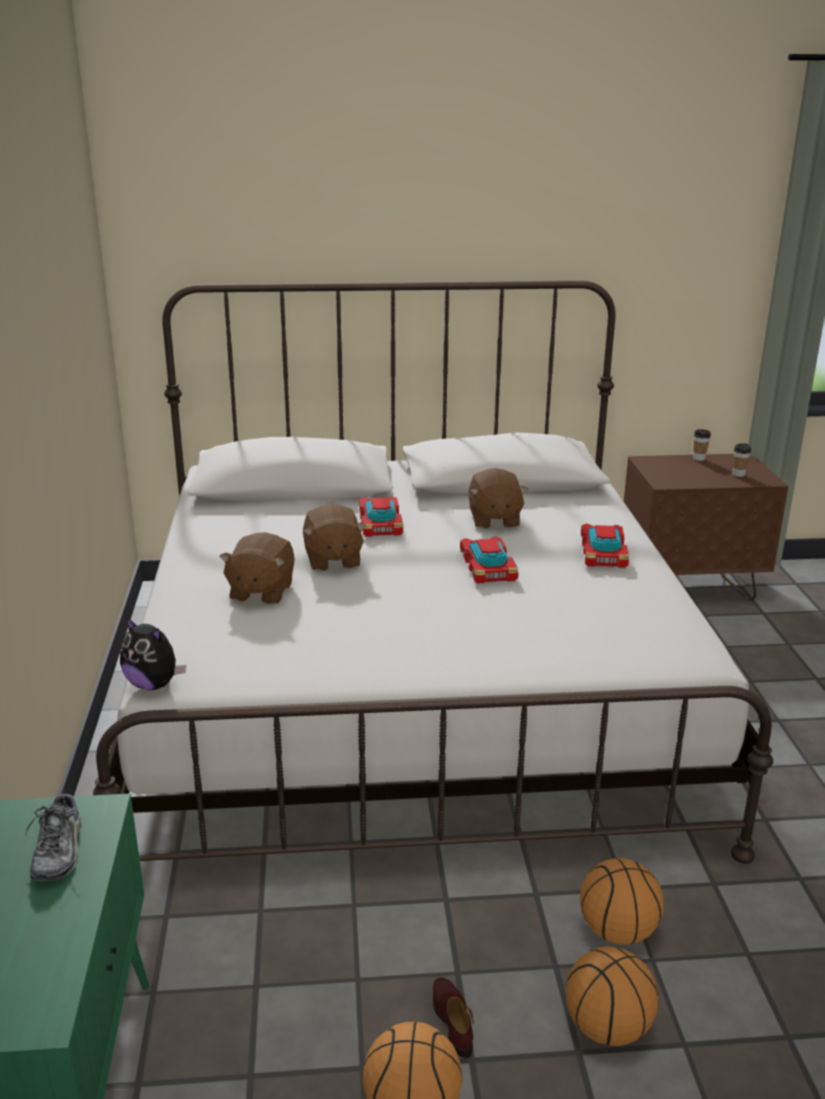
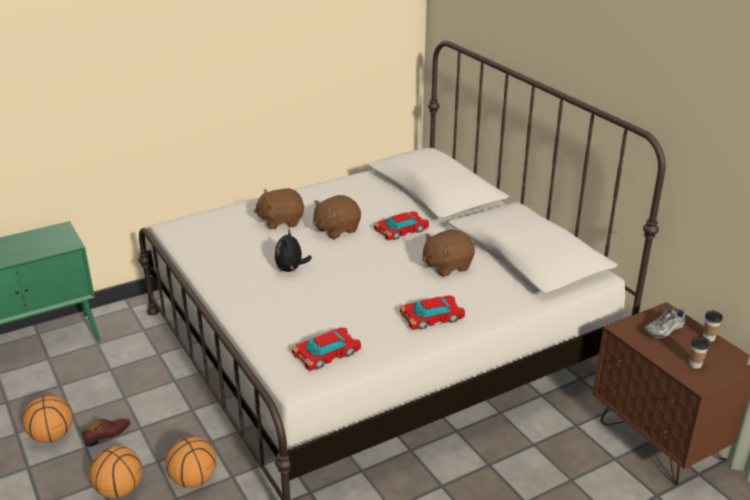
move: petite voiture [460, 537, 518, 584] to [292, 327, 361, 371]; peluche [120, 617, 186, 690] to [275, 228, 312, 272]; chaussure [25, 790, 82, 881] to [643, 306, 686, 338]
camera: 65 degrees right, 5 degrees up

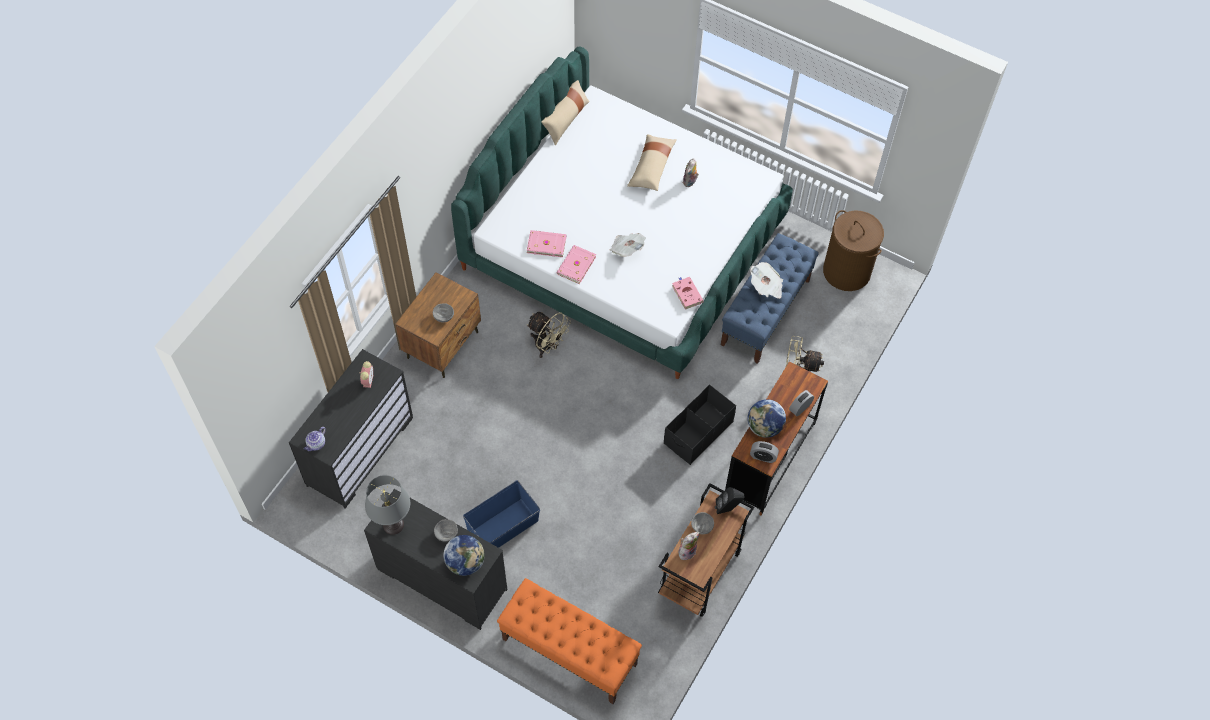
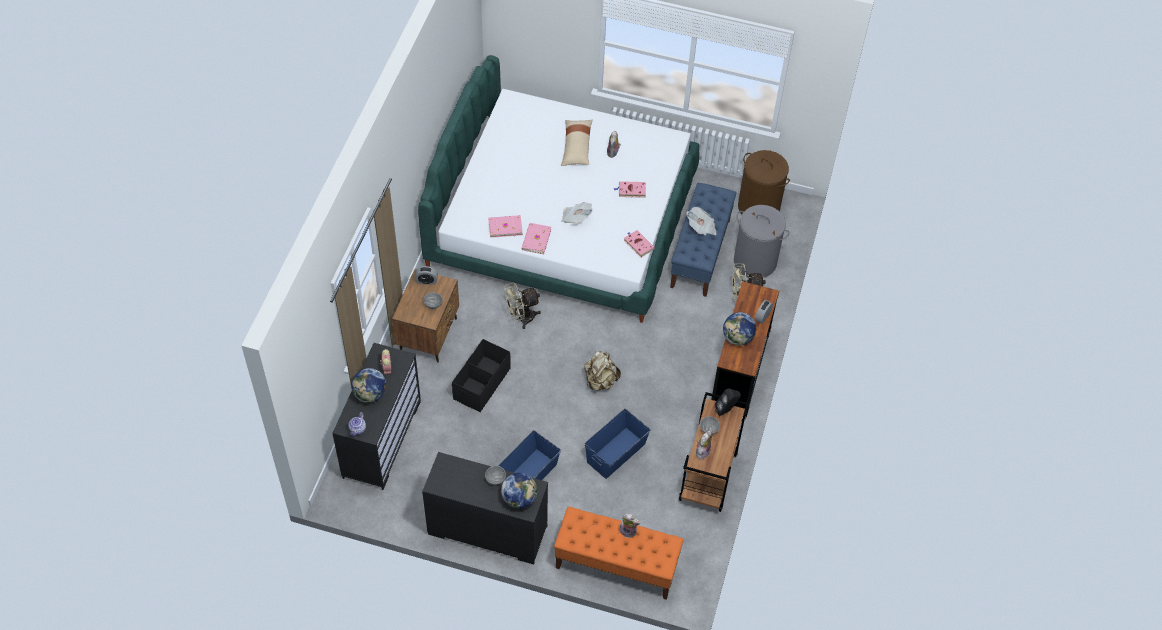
delete: coussin (beige) [541, 80, 590, 146]; lampe de table (gris) [365, 475, 410, 535]
insert: livre (rose) [614, 181, 646, 198]; panier à linge (gris) [734, 205, 789, 278]; sac à dos (beige) [584, 351, 621, 390]; globe [351, 368, 386, 403]; boîte de rangement (bleu) [585, 408, 650, 479]; peluche [619, 513, 640, 538]
move: boîte de rangement (noir) [664, 384, 736, 465] to [452, 339, 511, 412]; réveil [750, 441, 779, 463] to [415, 266, 438, 285]
rotate: ventilateur (beige) [527, 312, 571, 358] = [503, 282, 541, 329] 135 degrees clockwise
camera: 15 degrees left, 5 degrees down

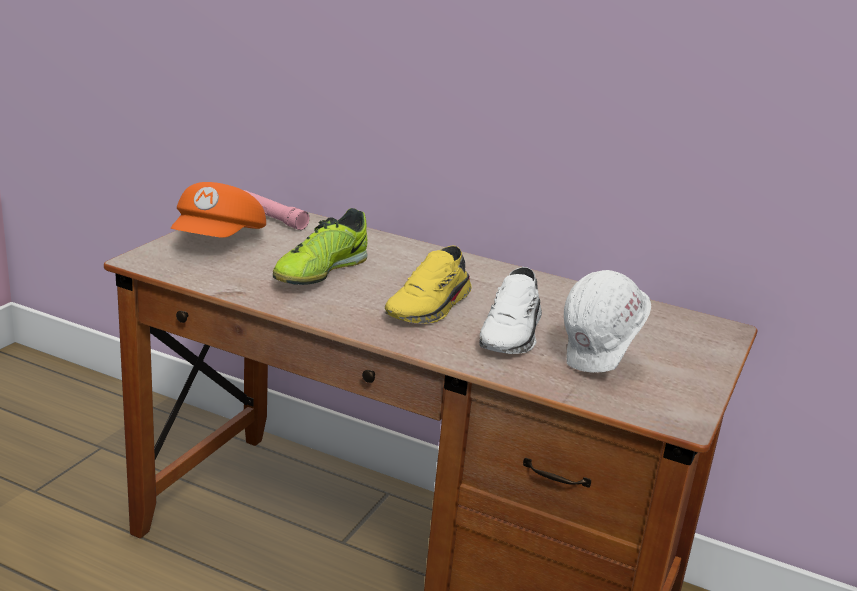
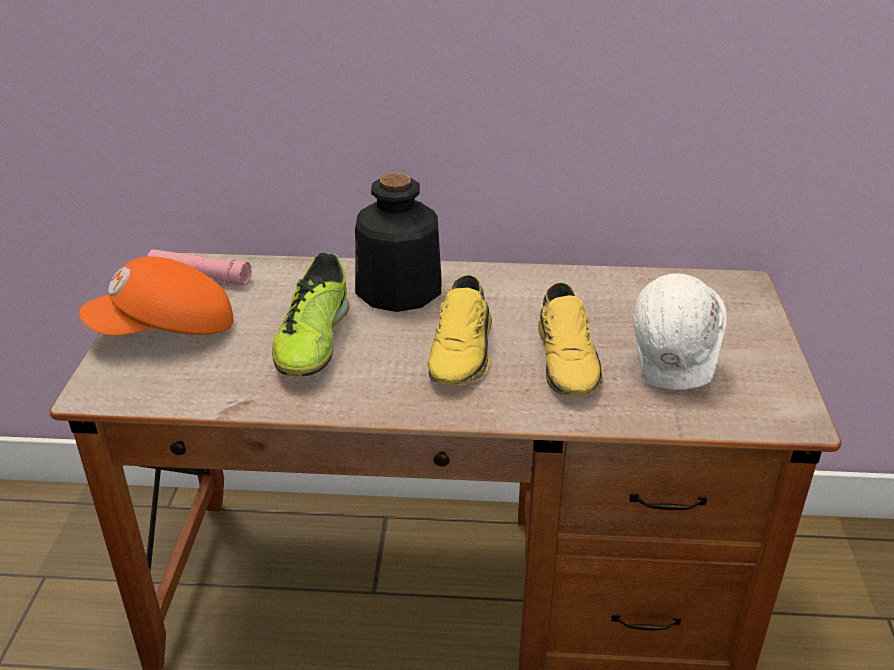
insert: bouteille [355, 173, 442, 312]
recolor: chaussure (blanc) [479, 267, 542, 354] to chaussure (jaune) [538, 282, 603, 395]
rotate: casquette (orange) [171, 182, 266, 238] = [79, 257, 234, 336] 75 degrees clockwise
camera: 20 degrees left, 10 degrees up

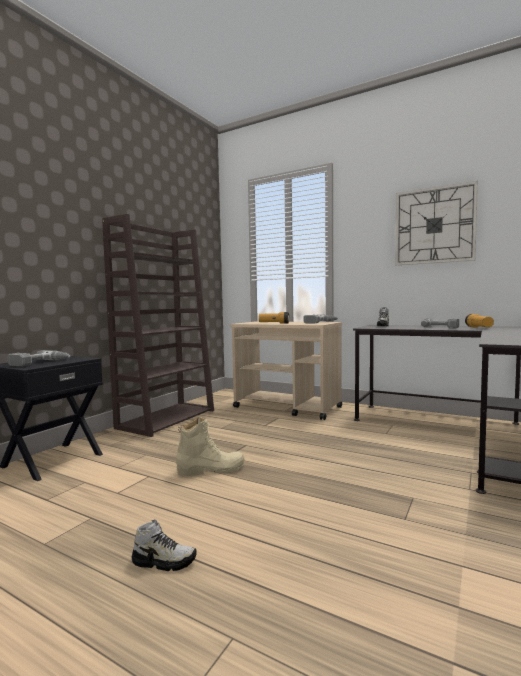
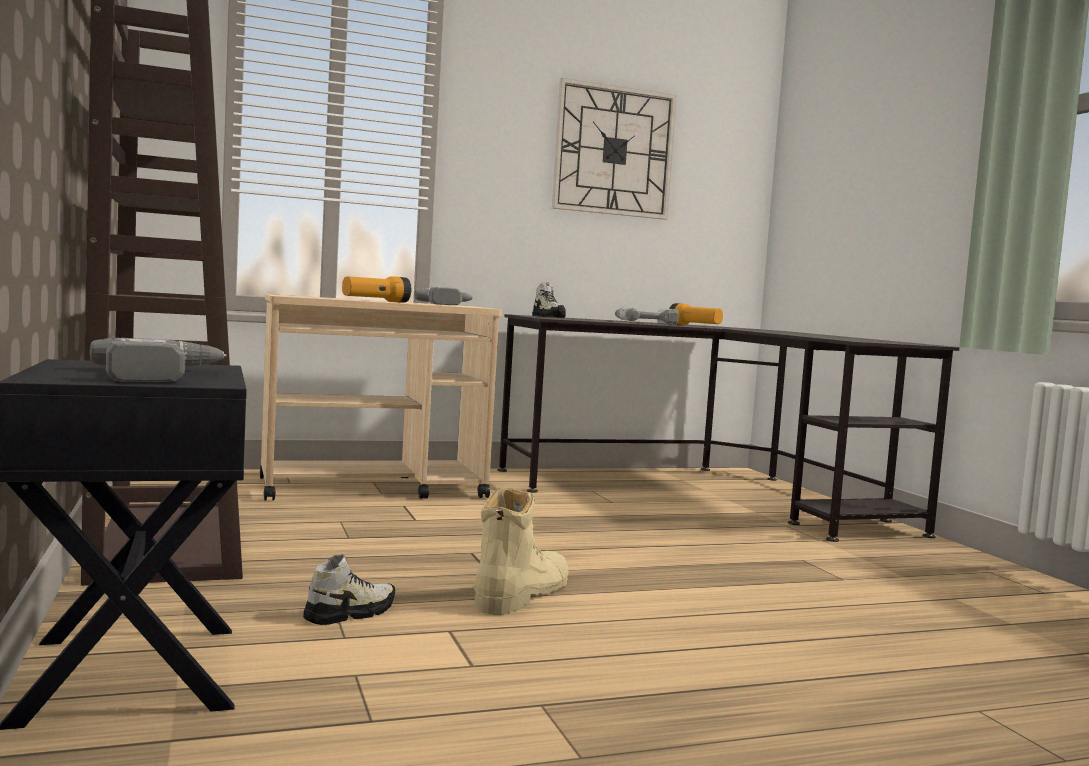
move: chaussure [132, 519, 197, 571] to [303, 554, 395, 625]
camera: 50 degrees left, 0 degrees up

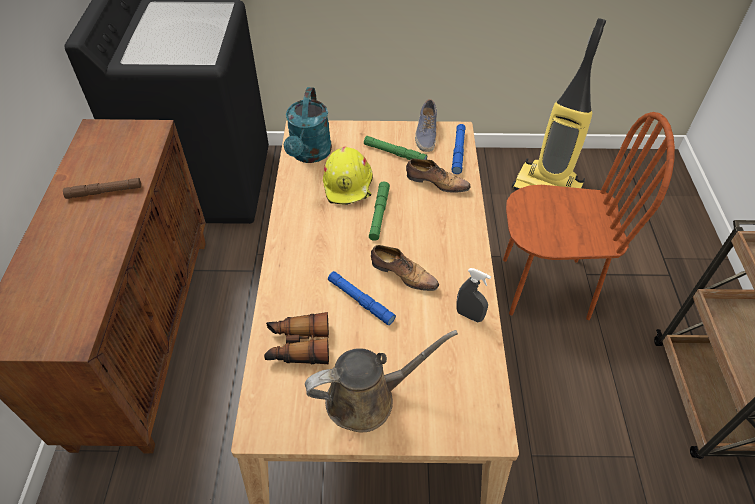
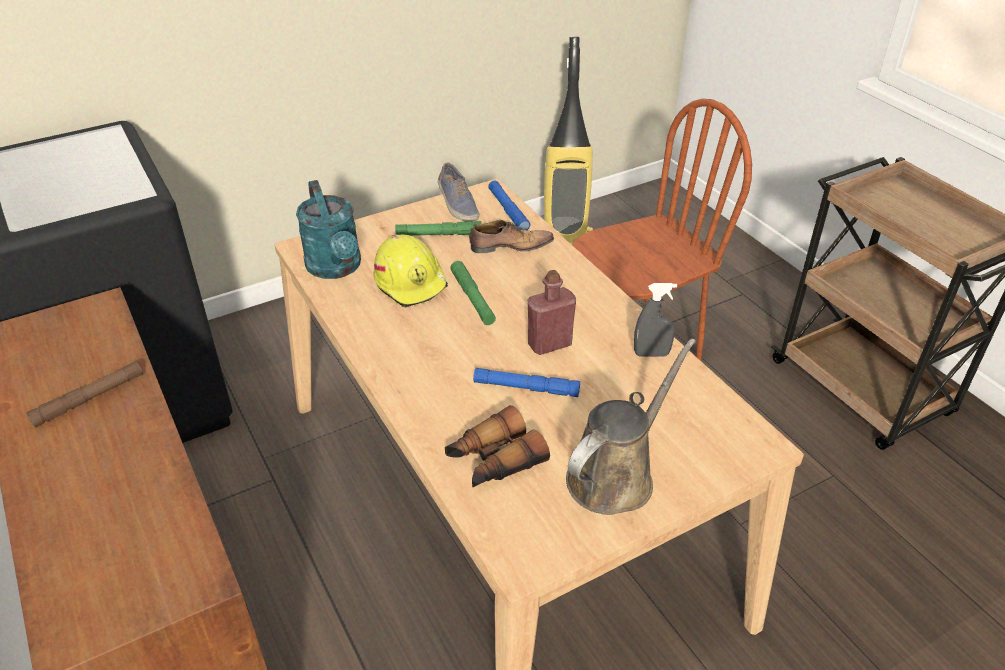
replace: chaussure [371, 245, 439, 291] to bouteille (rouge) [528, 270, 576, 355]
camera: 30 degrees left, 10 degrees down

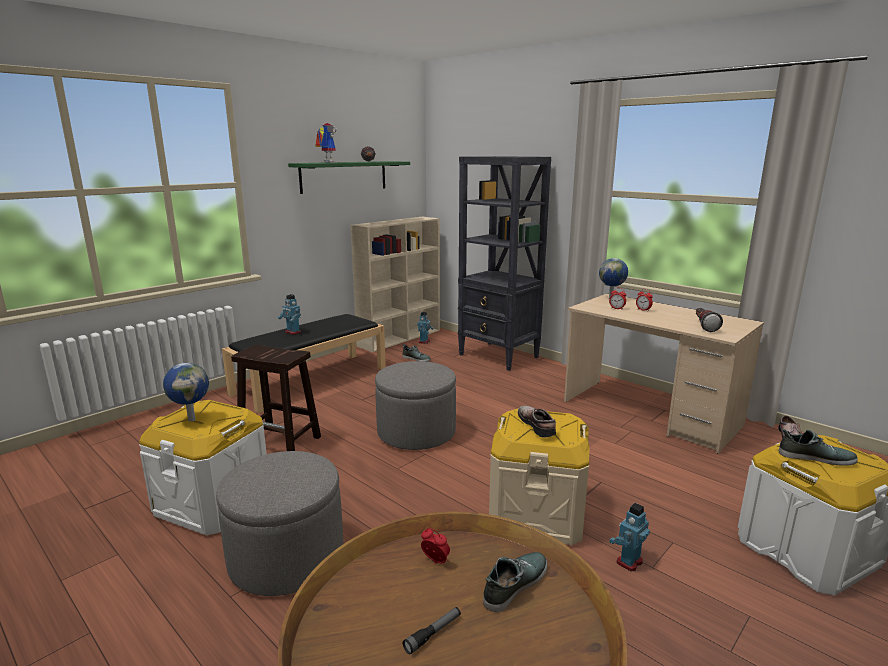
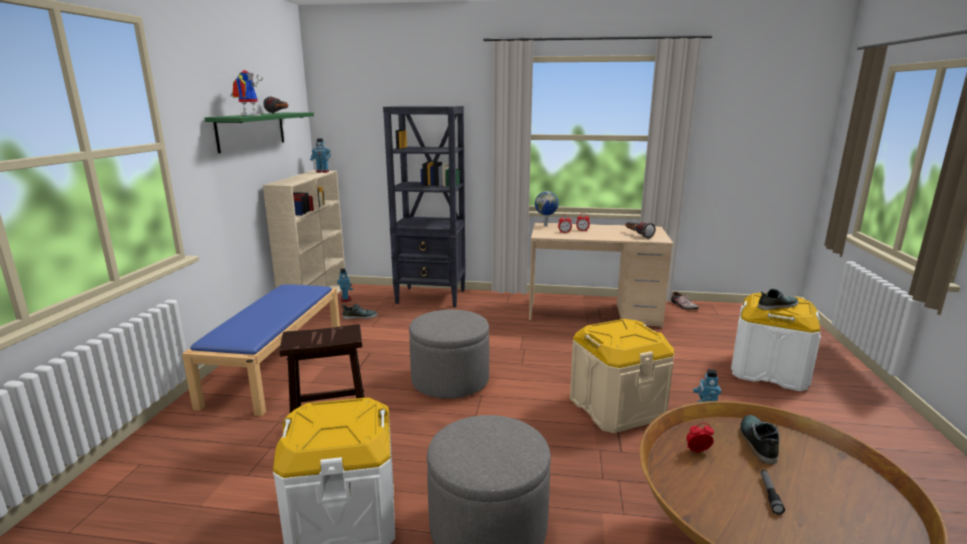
delete: globe [163, 363, 209, 422]; chaussure [518, 405, 556, 438]
move: robot jouet [278, 294, 301, 335] to [310, 138, 331, 173]
recolor: banc (noir) [222, 314, 386, 413] to banc (bleu) [182, 284, 340, 416]
camera: 35 degrees left, 0 degrees up

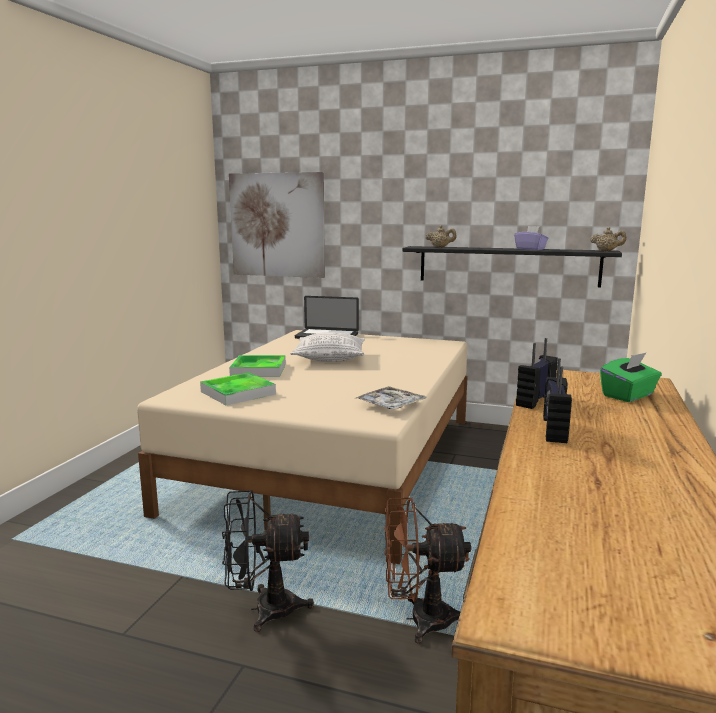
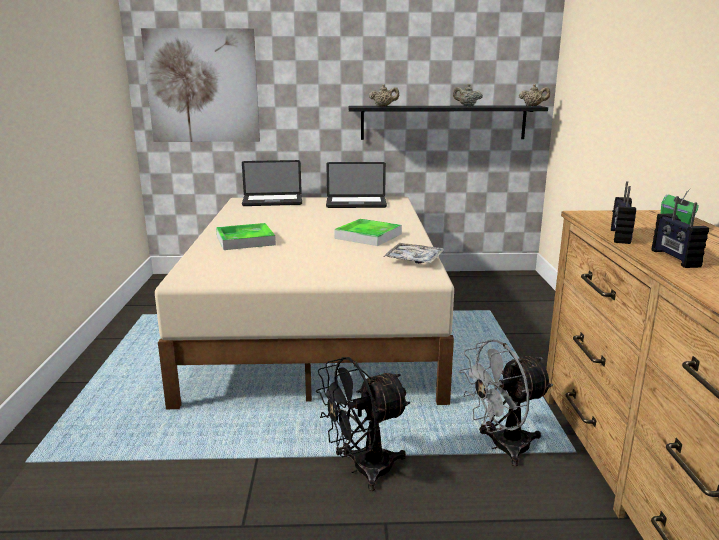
delete: coussin [290, 332, 365, 362]
insert: ordinateur portable [326, 162, 387, 208]
move: plateau [200, 372, 276, 405] to [334, 219, 402, 246]
replace: boîte à mouchoirs (violet) [514, 226, 549, 250] to théière (beige) [453, 84, 483, 106]
recolor: ventilateur (marron) [384, 497, 471, 644] to ventilateur (gris) [459, 340, 554, 467]
camera: 20 degrees left, 5 degrees up

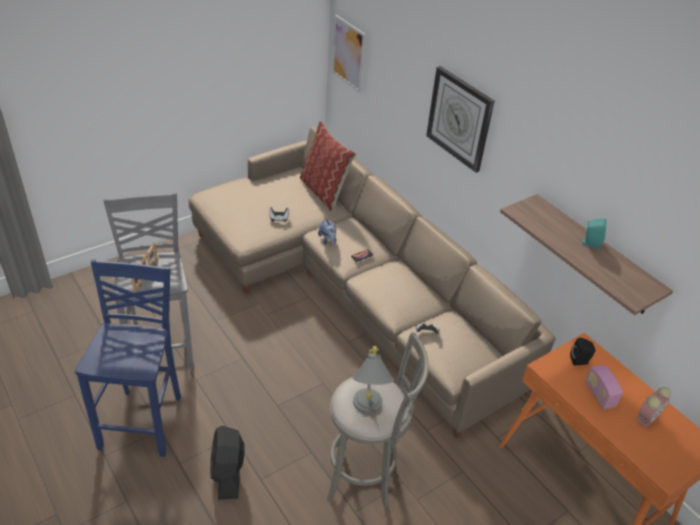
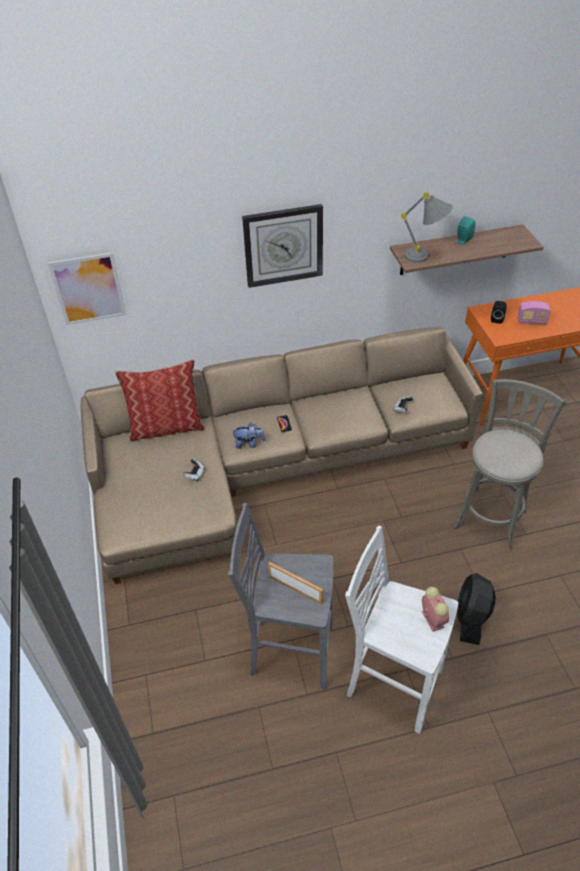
move: lampe de table (gris) [352, 346, 394, 414] to [401, 191, 453, 263]; réveil [636, 387, 671, 428] to [422, 587, 449, 632]
recolor: tabouret (bleu) [75, 260, 181, 457] to tabouret (blanc) [345, 525, 458, 734]
rotate: ventilateur (noir) [210, 426, 245, 500] = [456, 573, 496, 645] 90 degrees clockwise
camera: 65 degrees left, 5 degrees up

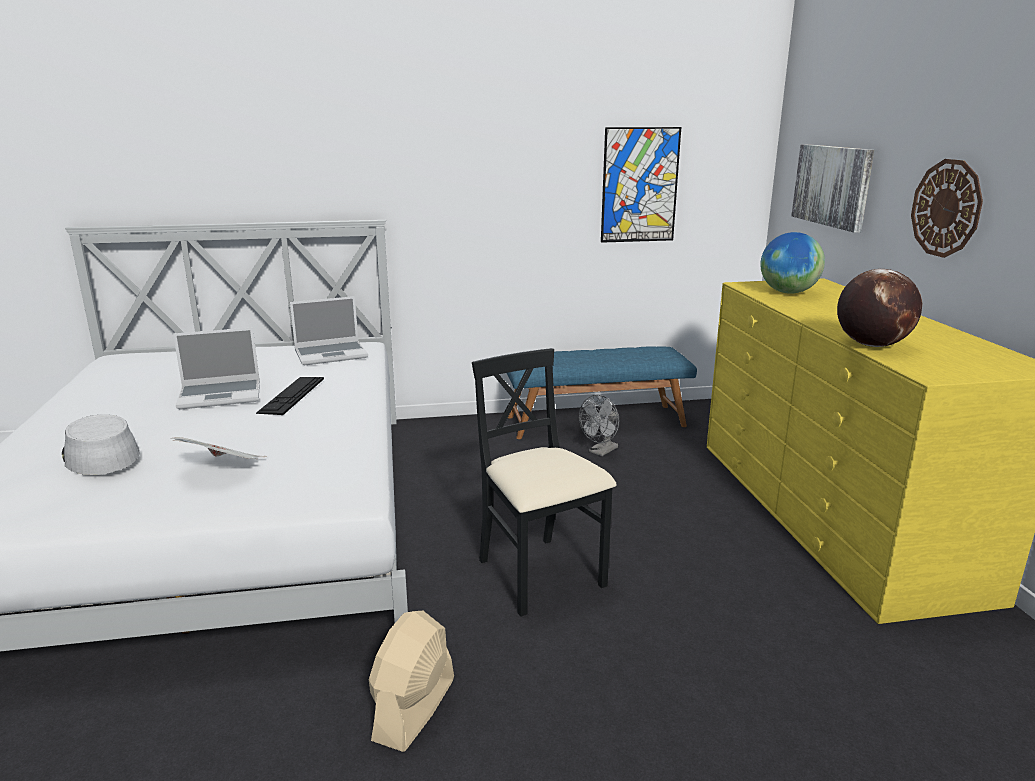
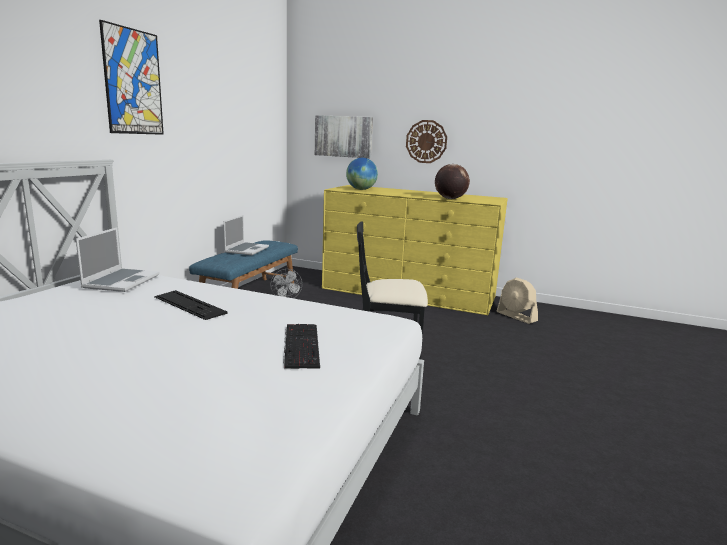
delete: chapeau (gris) [62, 414, 140, 475]
move: tableau [601, 127, 681, 243] to [99, 20, 164, 135]; ordinateur portable [173, 327, 260, 410] to [224, 215, 269, 255]; ventilateur (beige) [369, 611, 454, 752] to [497, 278, 538, 324]
replace: journal [170, 437, 267, 459] to clavier [283, 324, 320, 369]
camera: 60 degrees left, 5 degrees down

